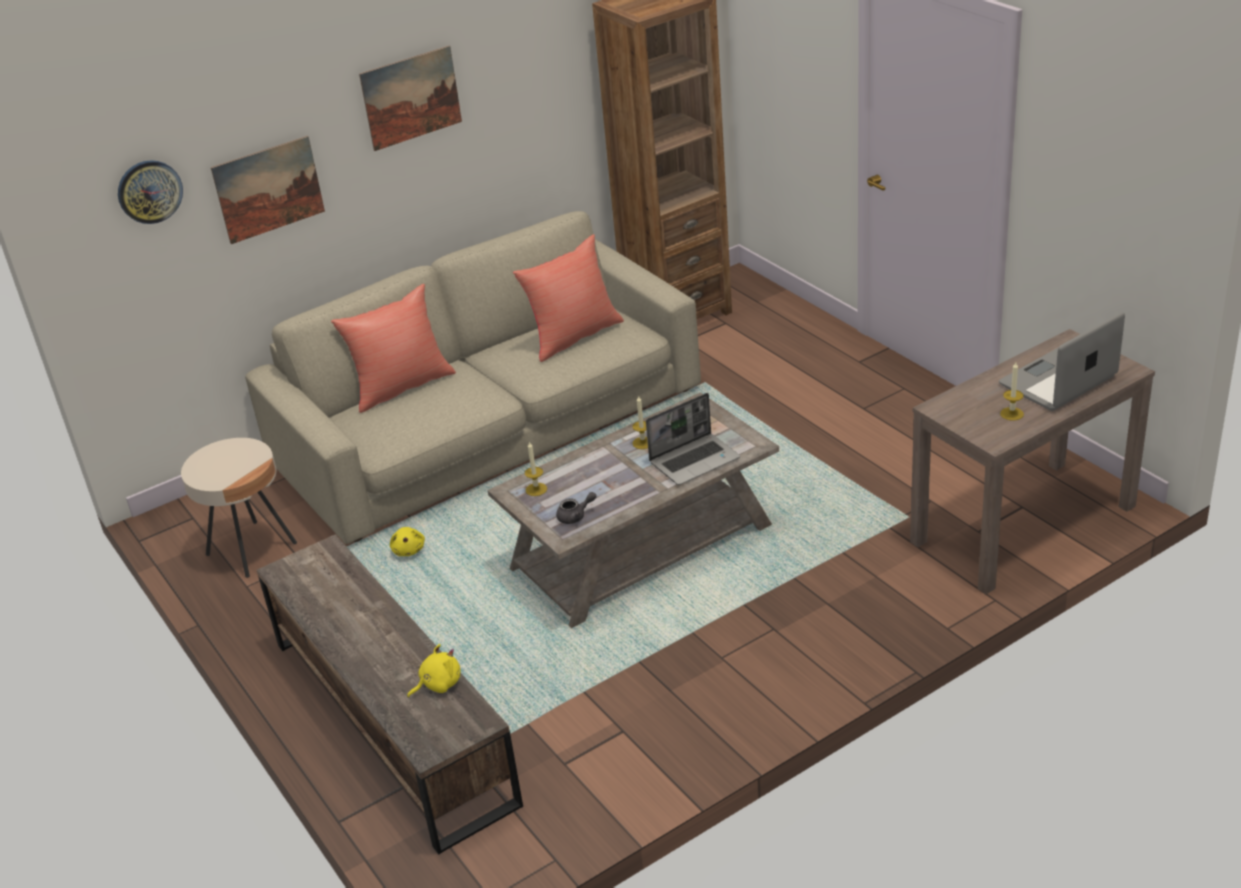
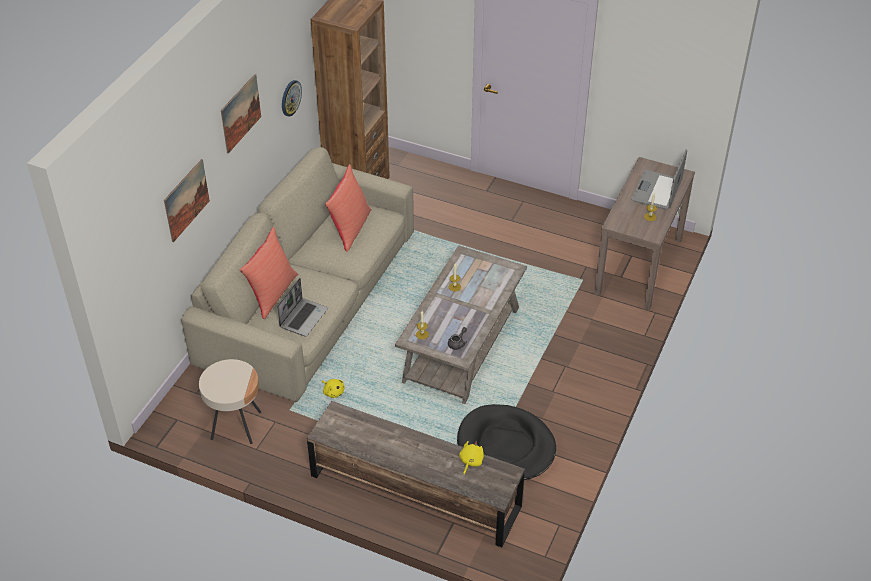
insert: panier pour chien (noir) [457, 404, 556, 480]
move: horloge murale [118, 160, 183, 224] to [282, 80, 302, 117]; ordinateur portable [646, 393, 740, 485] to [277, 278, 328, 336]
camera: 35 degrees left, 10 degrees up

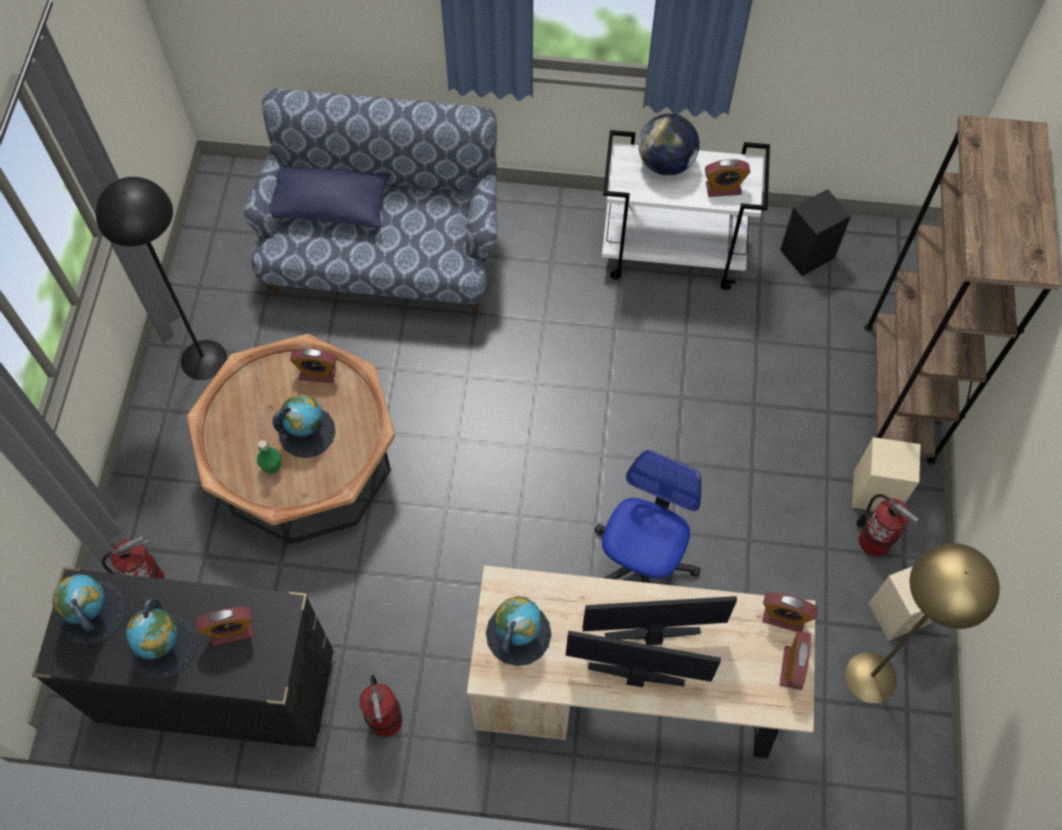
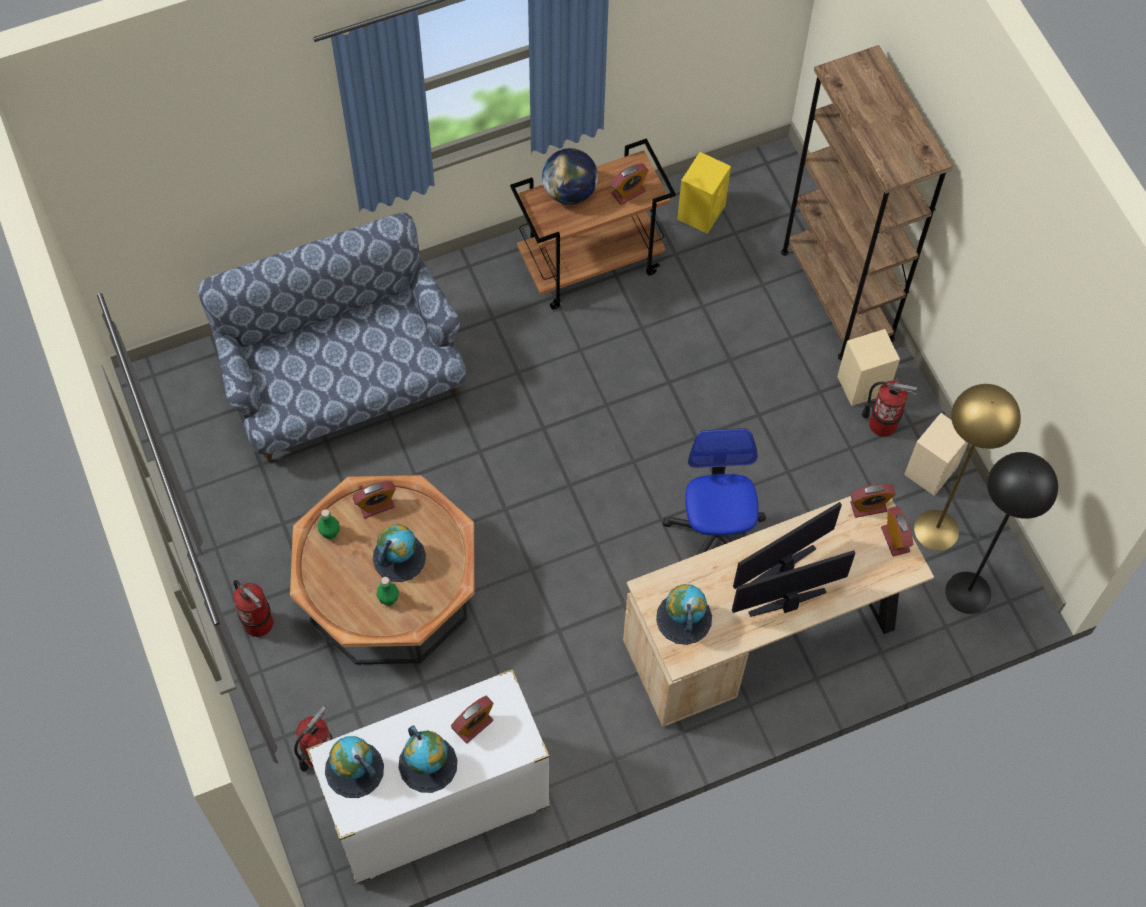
delete: coussin (bleu) [270, 165, 390, 228]
insert: bouteille (vert) [318, 509, 340, 539]
move: lampadaire (noir) [96, 177, 227, 380] to [945, 452, 1058, 614]; extincteur [359, 675, 402, 737] to [233, 580, 273, 637]
recolor: chariot (blanc) [602, 130, 770, 290] to chariot (marron) [510, 138, 676, 309]; enceinte (noir) [780, 189, 851, 276] to enceinte (jaune) [677, 152, 731, 234]; commode (noir) [32, 567, 335, 749] to commode (blanc) [306, 669, 550, 884]
camera: 30 degrees left, 0 degrees up

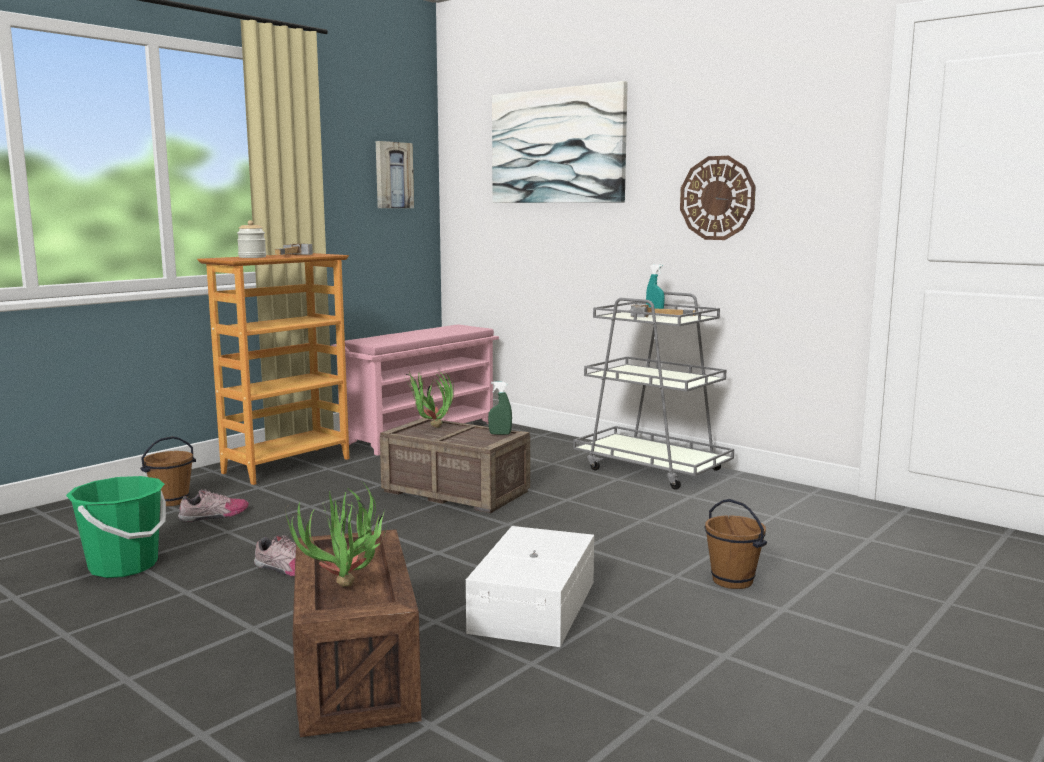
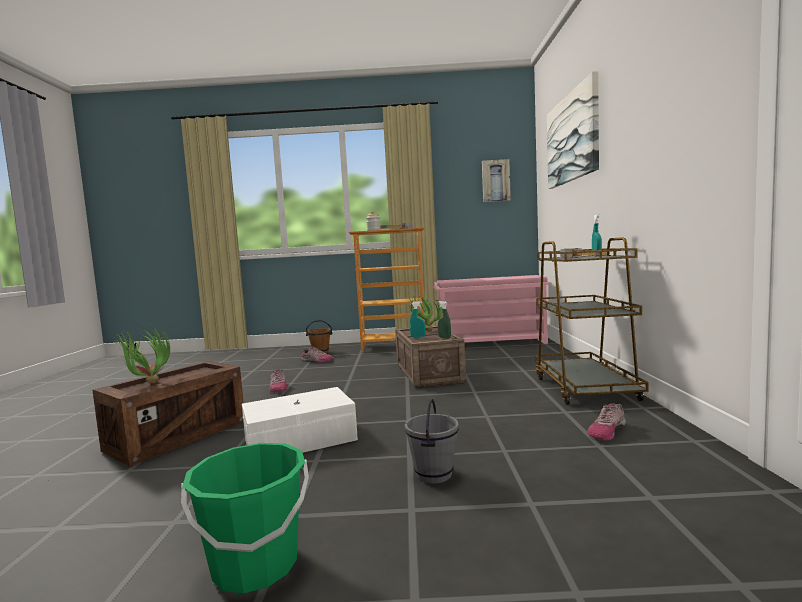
delete: horloge murale [680, 156, 756, 240]
insert: vaporisateur (turquoise) [410, 301, 426, 337]; chaussure [587, 403, 626, 441]
move: seau (vert) [66, 476, 166, 578] to [181, 443, 309, 594]
recolor: chariot (gris) [573, 292, 734, 490] to chariot (marron) [535, 237, 649, 405]; seau (marron) [704, 499, 767, 589] to seau (gris) [405, 398, 459, 484]
camera: 50 degrees right, 5 degrees down

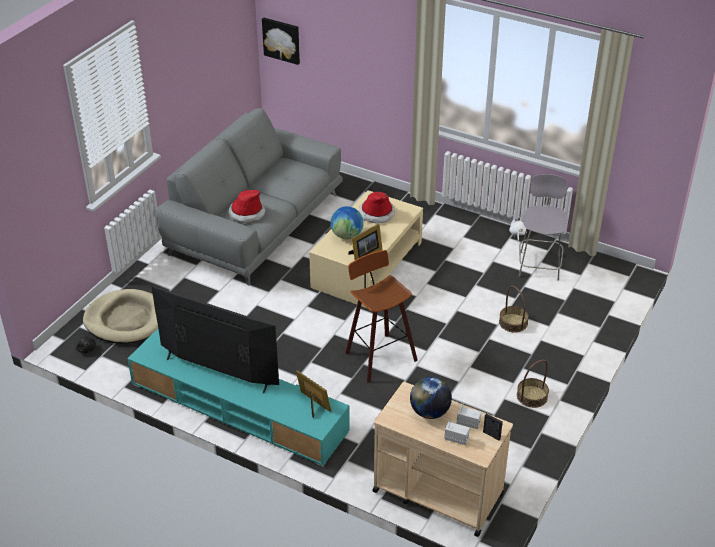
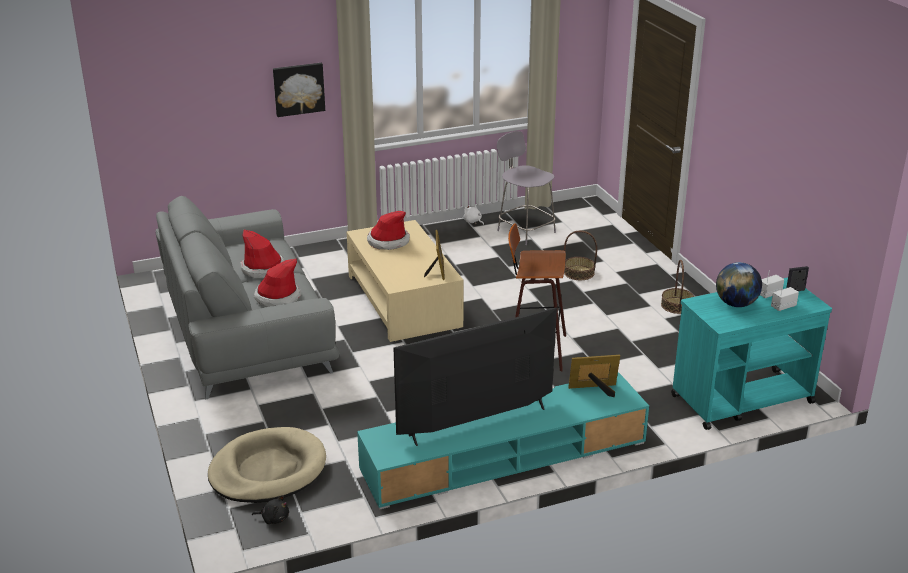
delete: globe [330, 206, 364, 239]
insert: chapeau [240, 230, 285, 279]
move: tableau [262, 18, 300, 65] to [273, 63, 325, 117]
recolor: chariot (beige) [372, 382, 513, 537] to chariot (turquoise) [671, 277, 832, 430]
camera: 50 degrees left, 10 degrees down

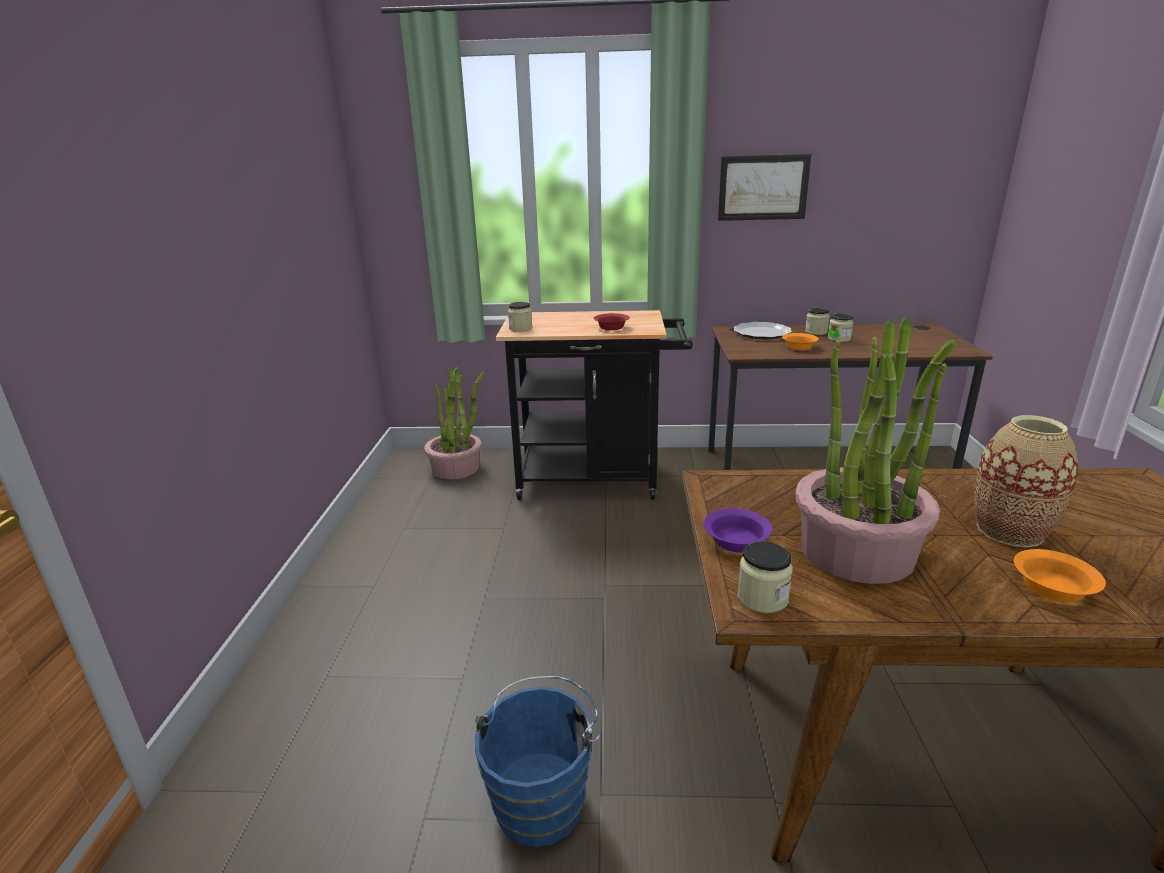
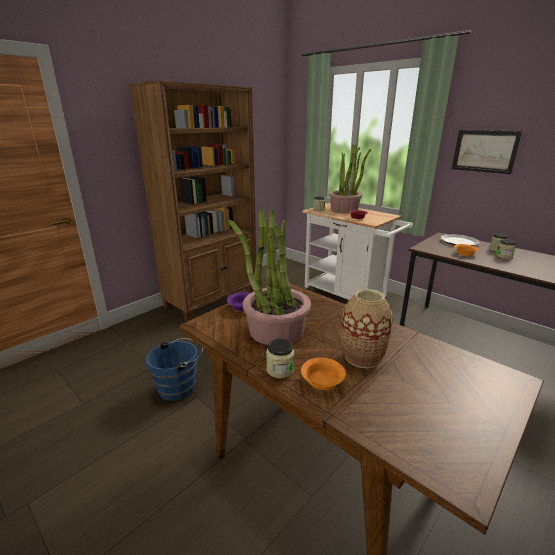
insert: bibliothèque (marron) [129, 80, 256, 322]
move: plante en pot [424, 367, 484, 479] to [329, 144, 371, 213]; bocal [737, 542, 793, 613] to [266, 339, 294, 378]
recolor: chariot (noir) [495, 310, 693, 500] to chariot (blanc) [302, 203, 413, 300]
camera: 40 degrees right, 0 degrees up

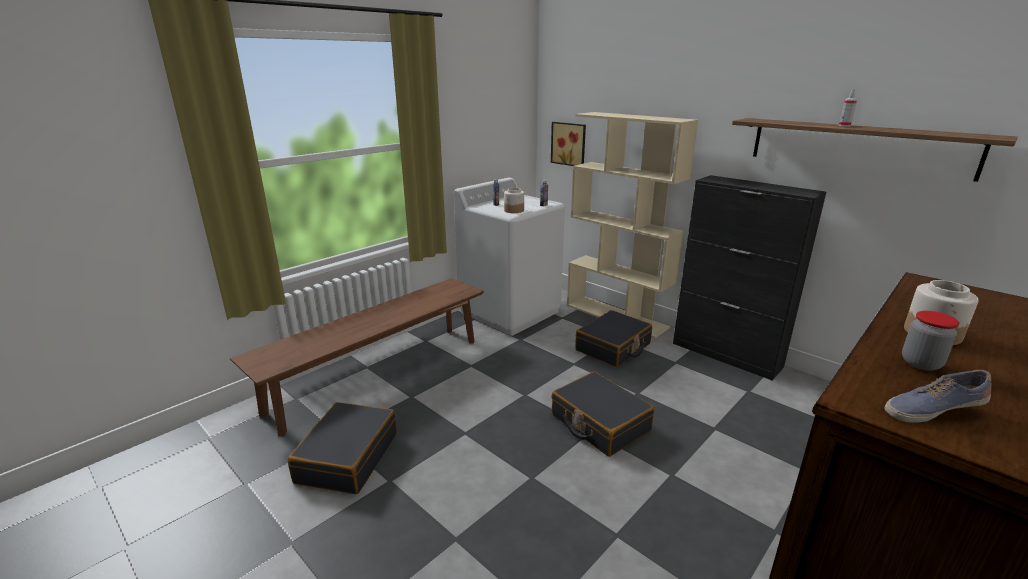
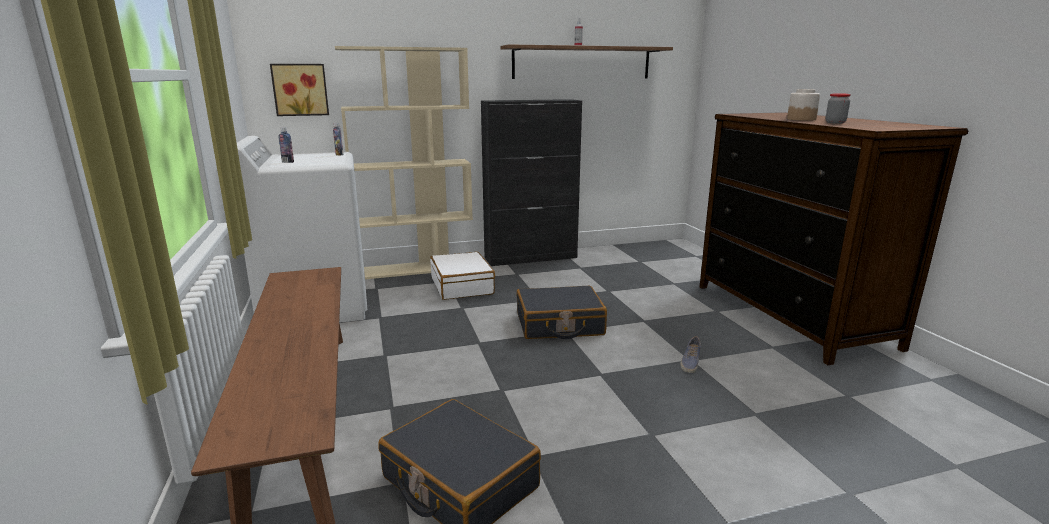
delete: bocal [504, 188, 524, 213]
move: chaussure [884, 370, 992, 423] to [680, 336, 701, 373]
recolor: valise (noir) [575, 310, 652, 367] to valise (blanc) [430, 252, 495, 300]
camera: 60 degrees left, 5 degrees down

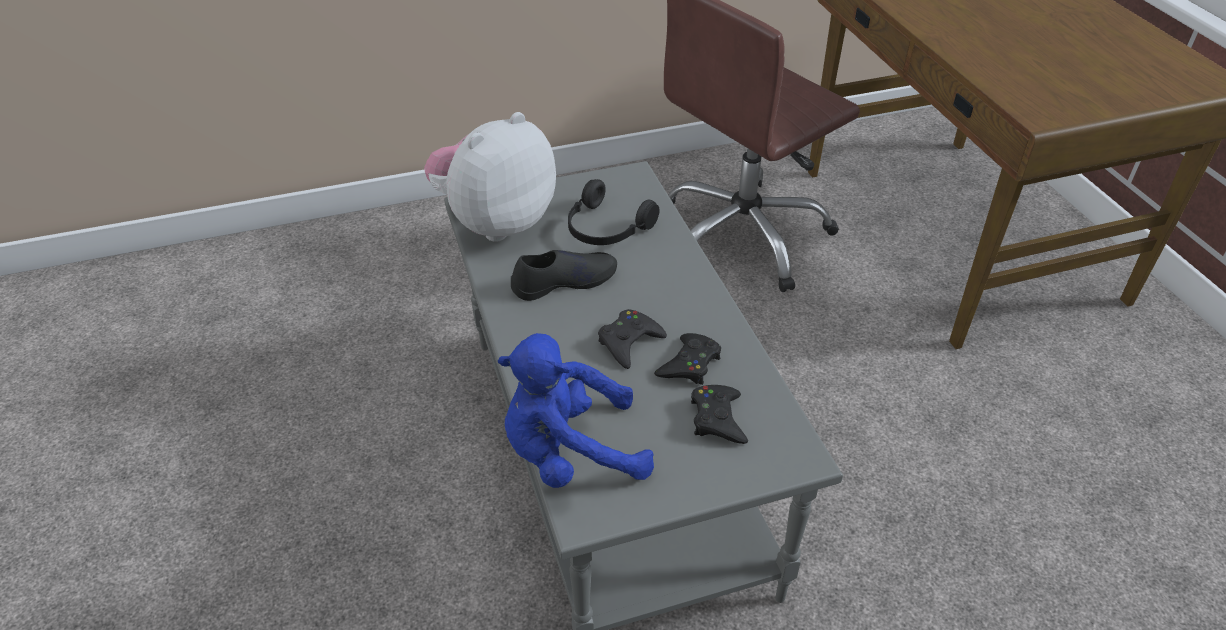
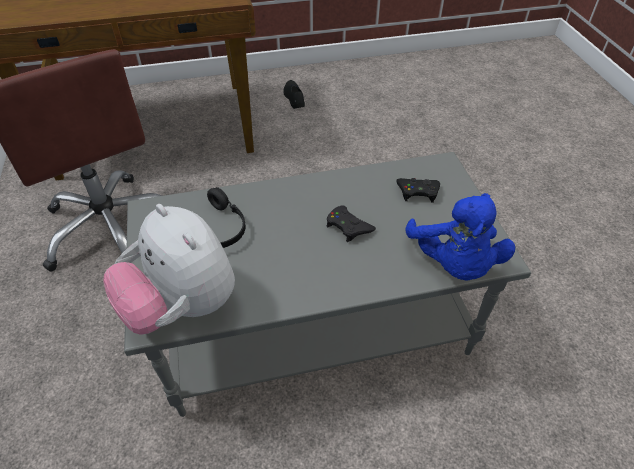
delete: manette (noir) [654, 333, 721, 385]
move: chaussure (noir) [511, 250, 617, 301] to [283, 80, 305, 109]
camera: 85 degrees left, 5 degrees up

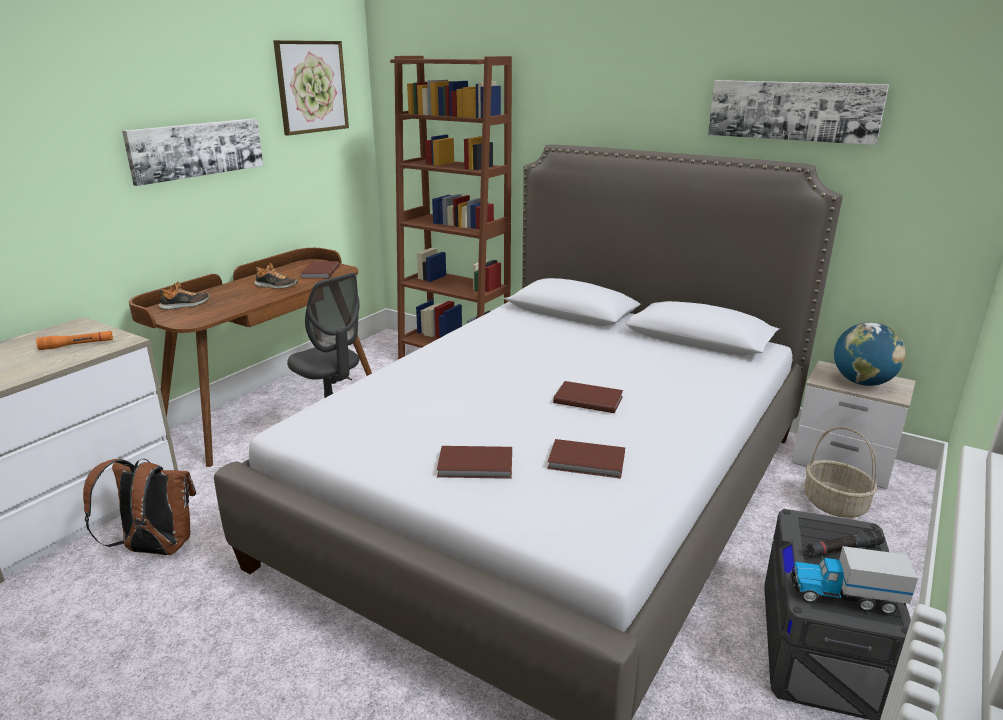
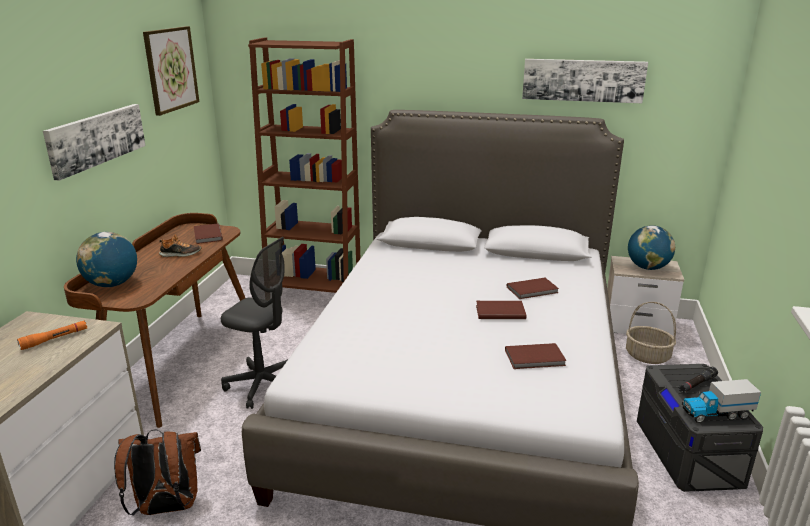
move: livre (marron) [437, 446, 512, 479] to [507, 278, 559, 299]
replace: chaussure [158, 281, 210, 310] to globe [76, 232, 137, 287]
camera: 20 degrees left, 0 degrees up

